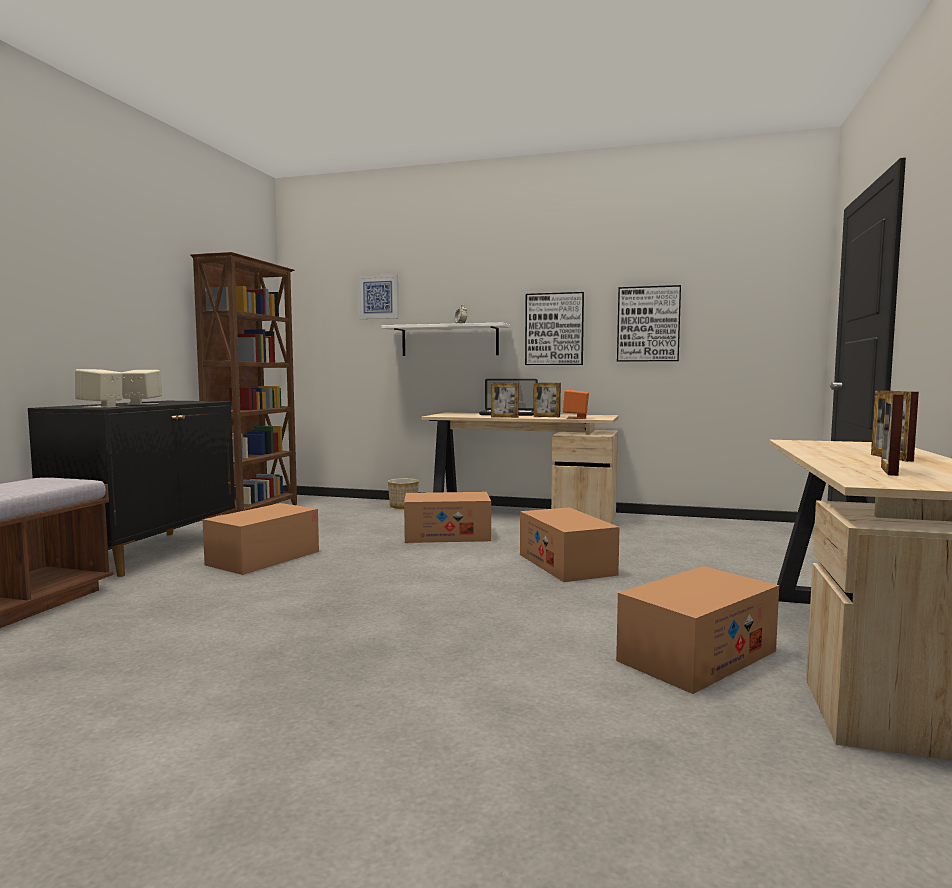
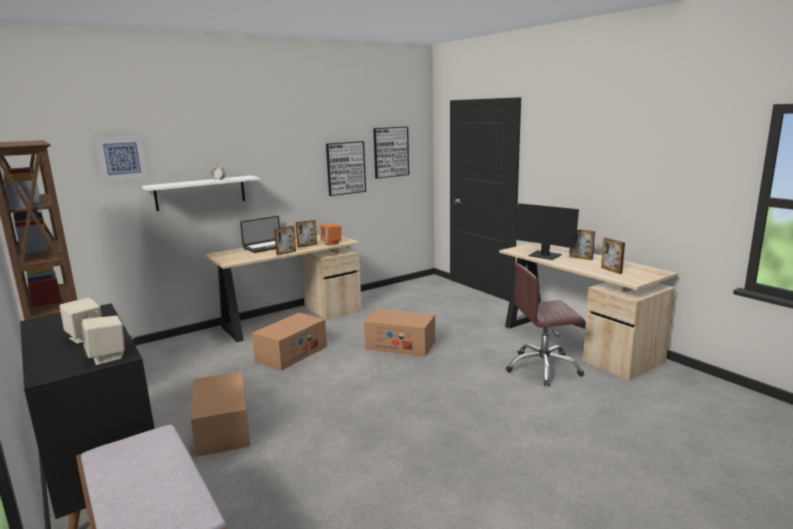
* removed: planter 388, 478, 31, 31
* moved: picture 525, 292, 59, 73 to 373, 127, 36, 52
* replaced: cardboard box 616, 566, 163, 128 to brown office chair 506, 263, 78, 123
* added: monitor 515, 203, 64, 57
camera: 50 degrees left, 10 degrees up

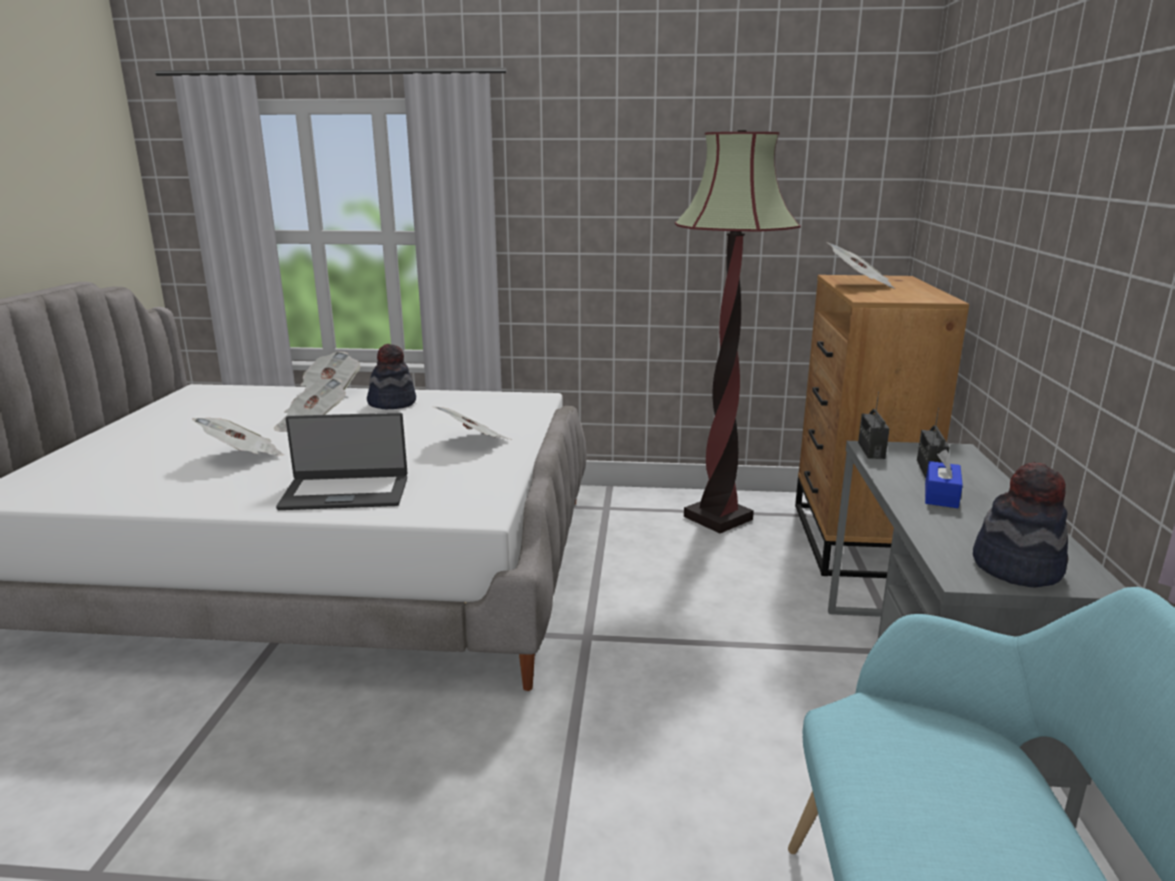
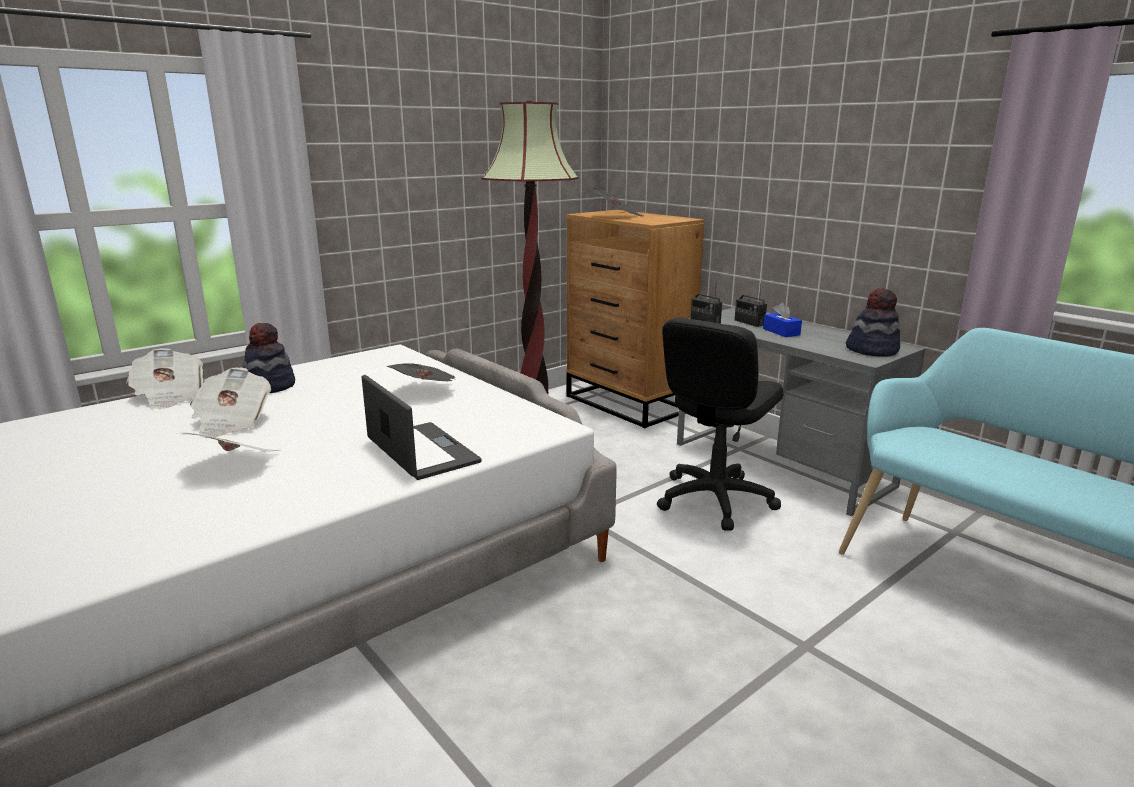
* turned: laptop 276, 413, 131, 97 = 362, 375, 120, 105 75 degrees counterclockwise
* added: black office chair 657, 318, 127, 212
camera: 45 degrees left, 0 degrees up

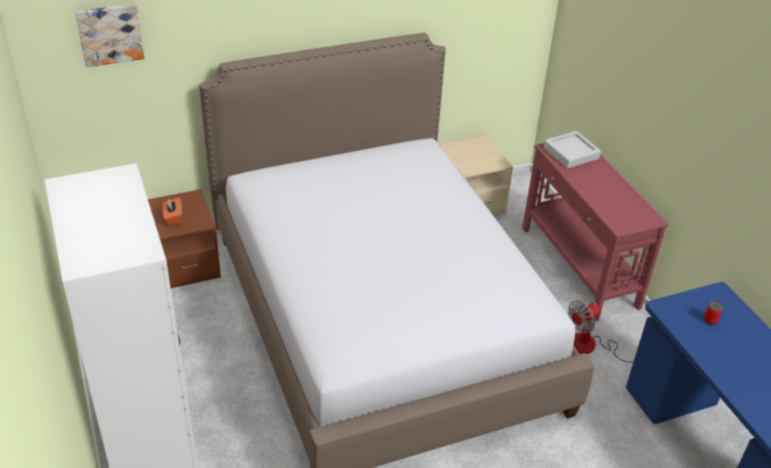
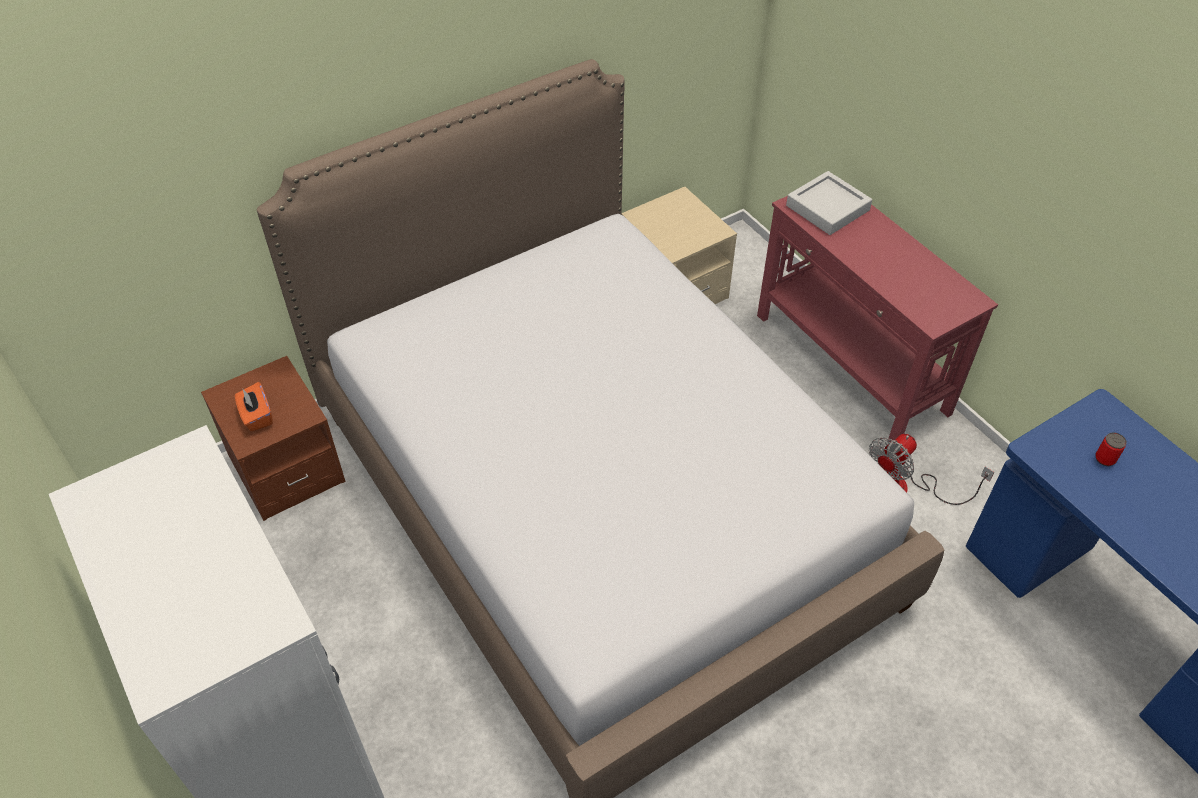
* removed: picture 75, 4, 69, 63
camera: 10 degrees left, 10 degrees up

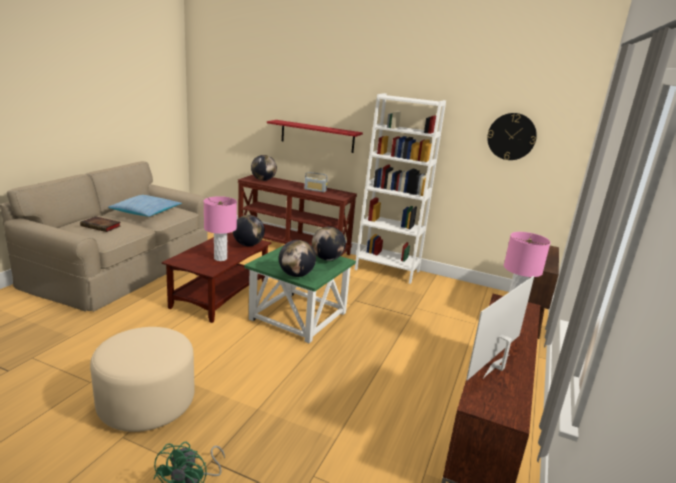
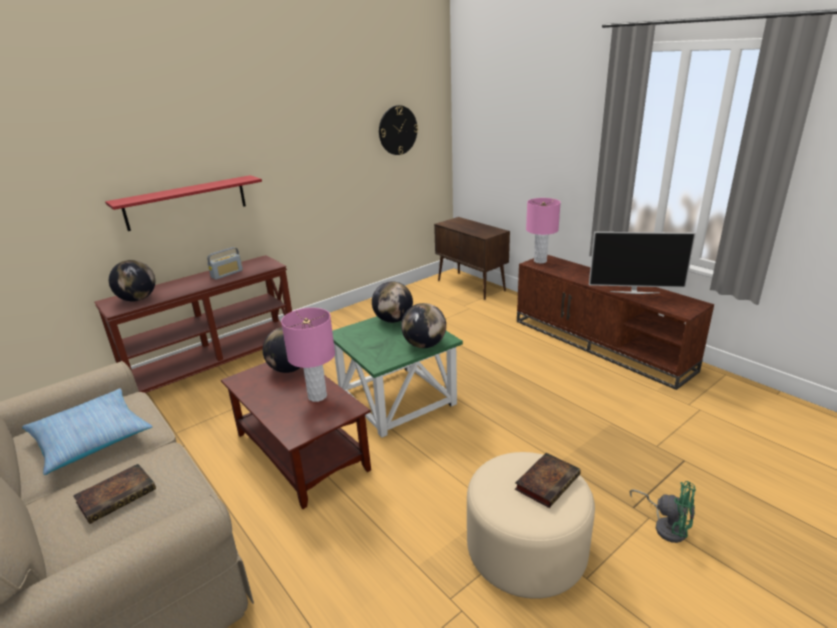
* removed: white bookcase 355, 93, 91, 191
* turned: television 466, 276, 68, 104 = 589, 232, 107, 62 60 degrees counterclockwise
* added: book 515, 453, 66, 55
camera: 60 degrees left, 5 degrees up

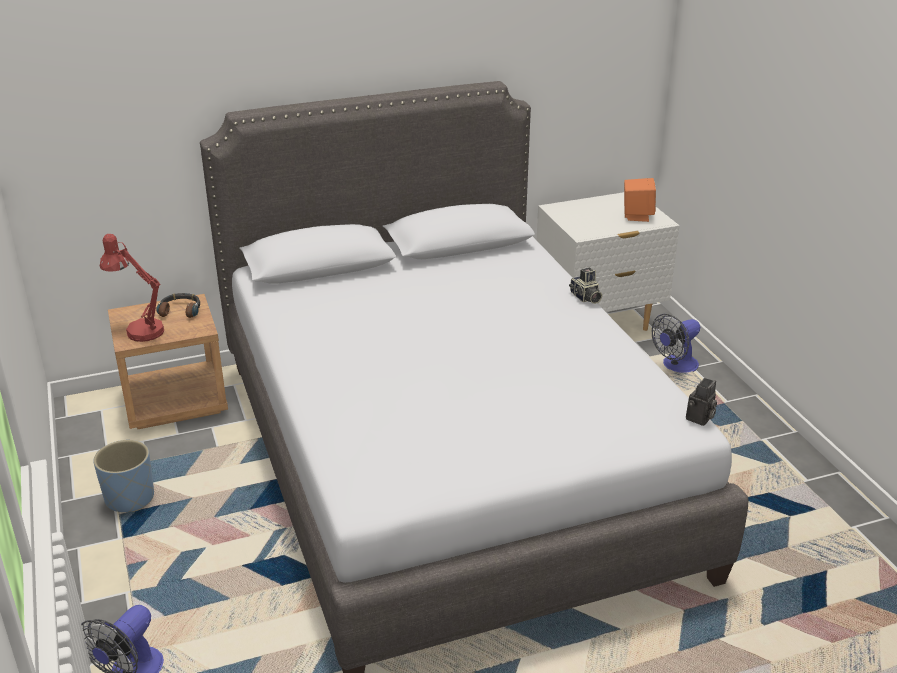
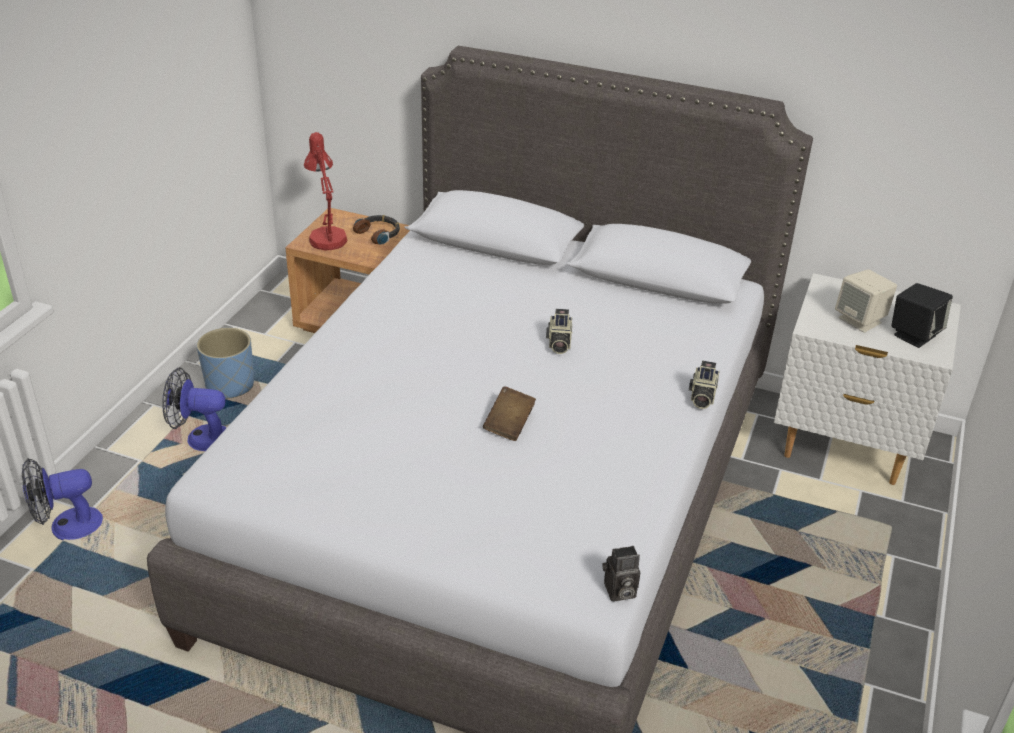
* recoloured: orange speaker 624, 178, 32, 44 to black speaker 892, 283, 61, 65
* moved: fan 652, 314, 48, 59 to 162, 367, 65, 84
* added: brown book 483, 386, 53, 55
* added: photo camera 546, 309, 26, 45
* added: beige speaker 835, 269, 62, 64
camera: 40 degrees right, 5 degrees up

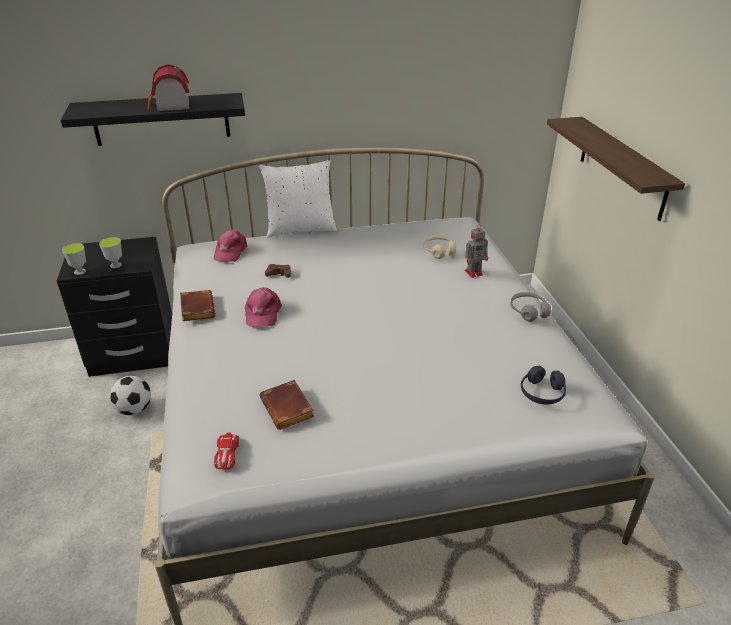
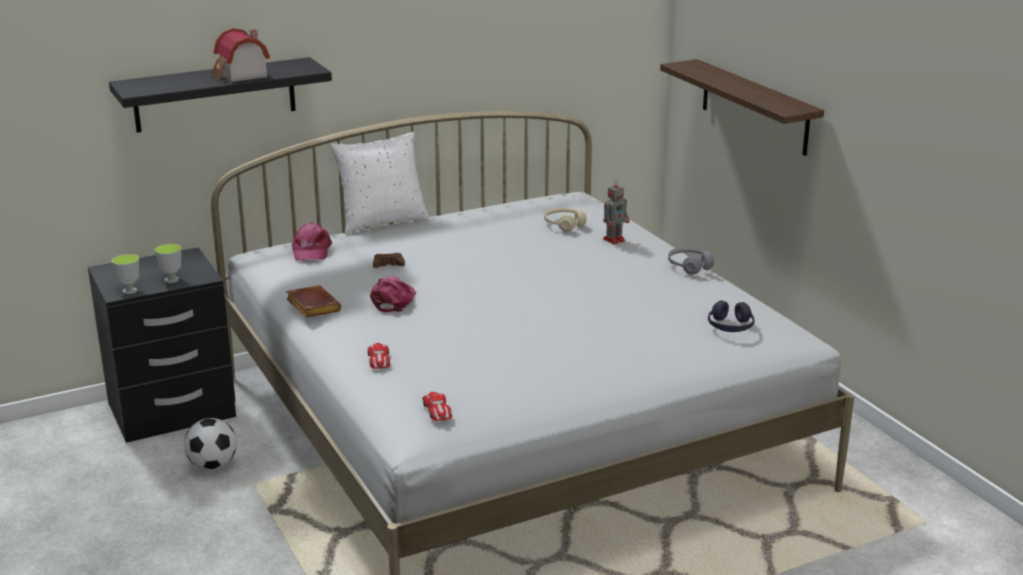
* turned: pink cap 245, 288, 37, 39 = 370, 276, 46, 36 150 degrees counterclockwise
* removed: brown book 260, 380, 54, 50
* added: toy car 367, 343, 23, 26
camera: 15 degrees left, 10 degrees down

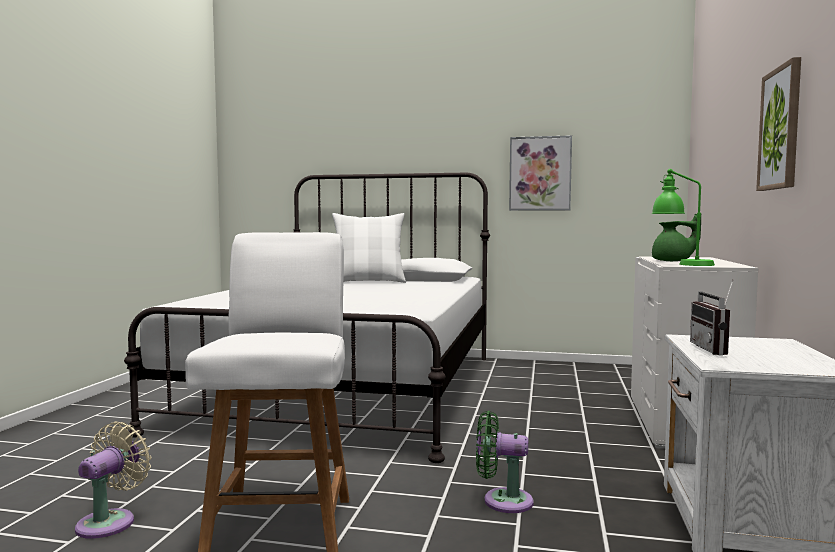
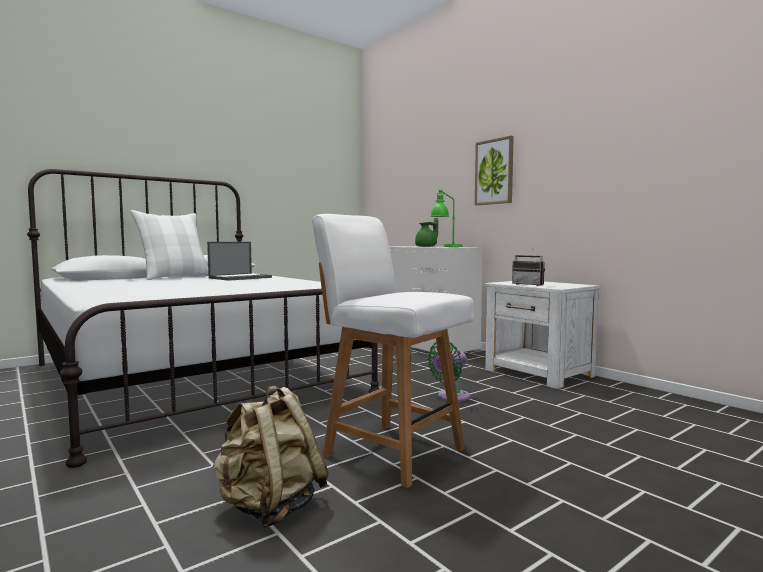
* replaced: beige fan 75, 422, 77, 117 to beige backpack 212, 386, 117, 142
* removed: picture 509, 135, 63, 76
* added: laptop 207, 242, 65, 39
camera: 50 degrees left, 0 degrees up

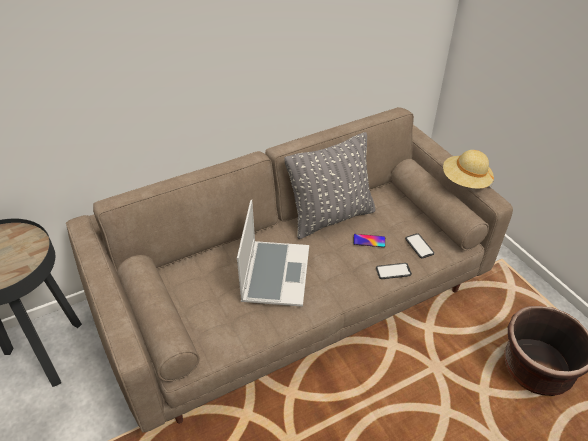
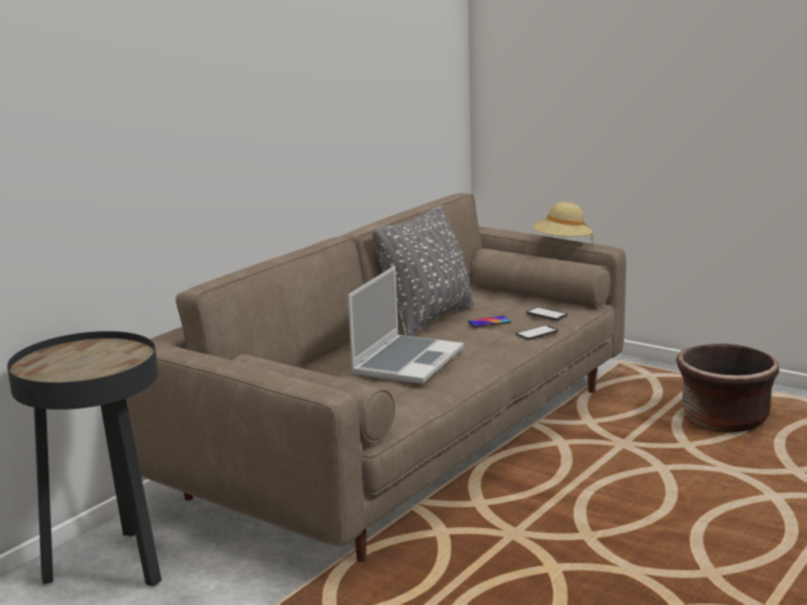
* turned: laptop 237, 199, 72, 108 = 348, 266, 116, 118 45 degrees clockwise
camera: 25 degrees left, 25 degrees down

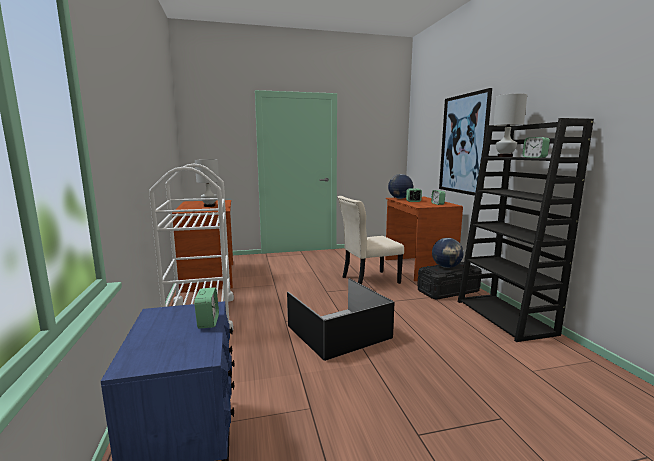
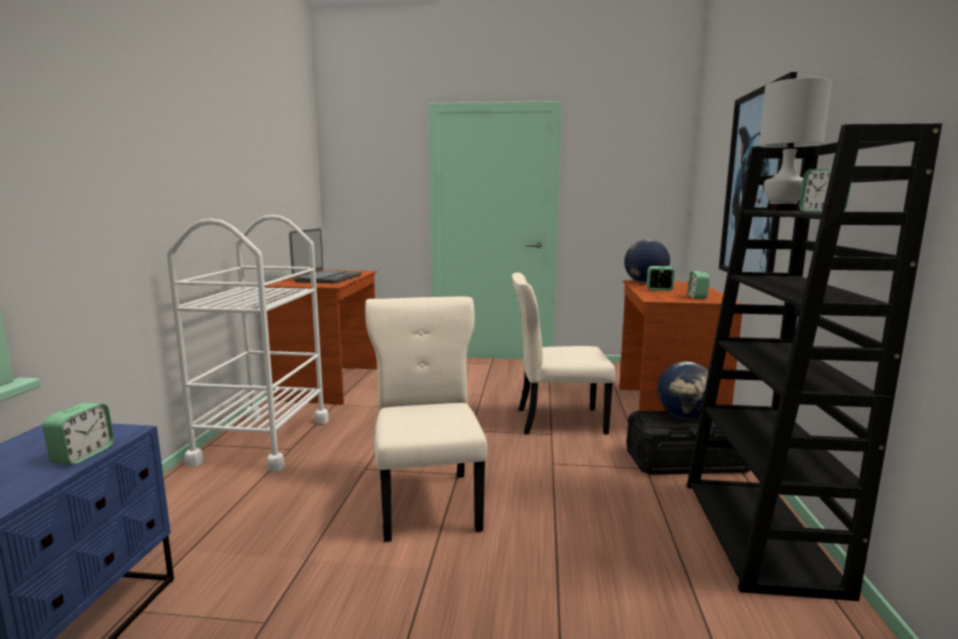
* replaced: white table lamp 195, 159, 24, 48 to laptop 289, 228, 72, 56
* replaced: black storage box 287, 278, 108, 83 to beige chair 365, 297, 122, 245
camera: 20 degrees right, 0 degrees up

